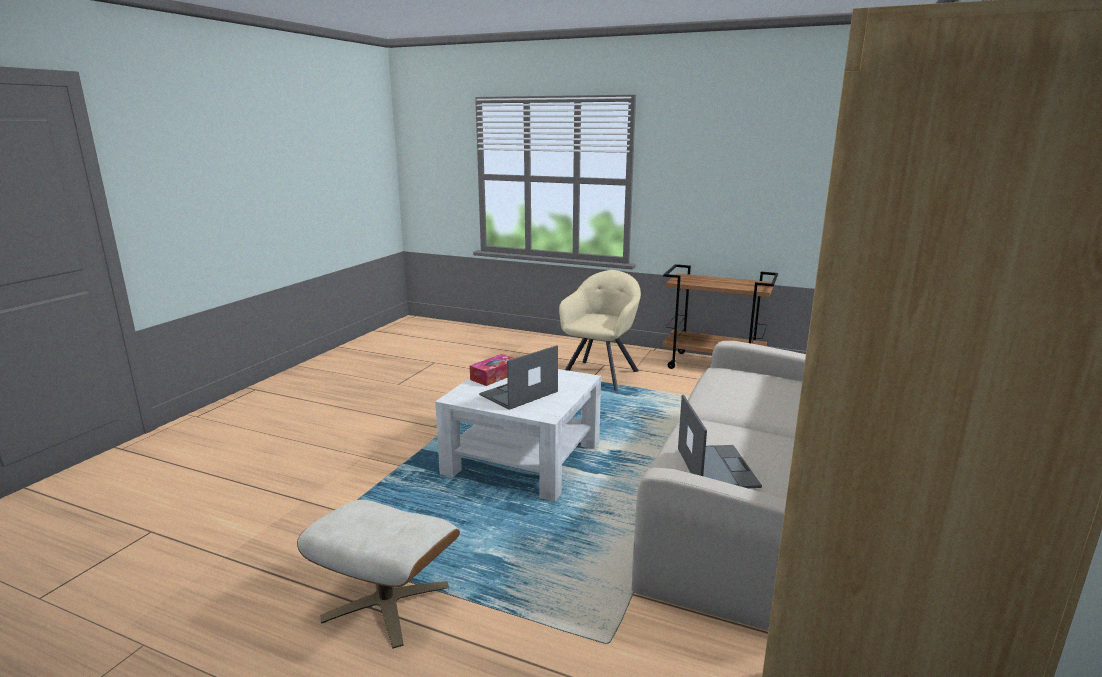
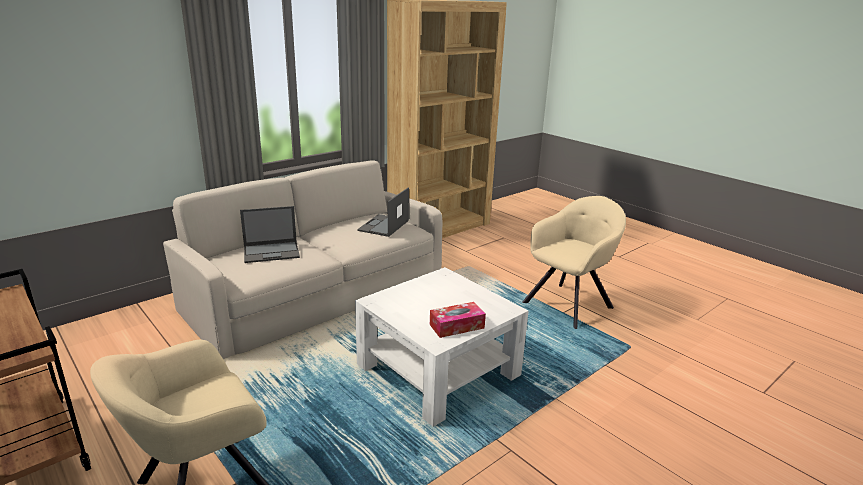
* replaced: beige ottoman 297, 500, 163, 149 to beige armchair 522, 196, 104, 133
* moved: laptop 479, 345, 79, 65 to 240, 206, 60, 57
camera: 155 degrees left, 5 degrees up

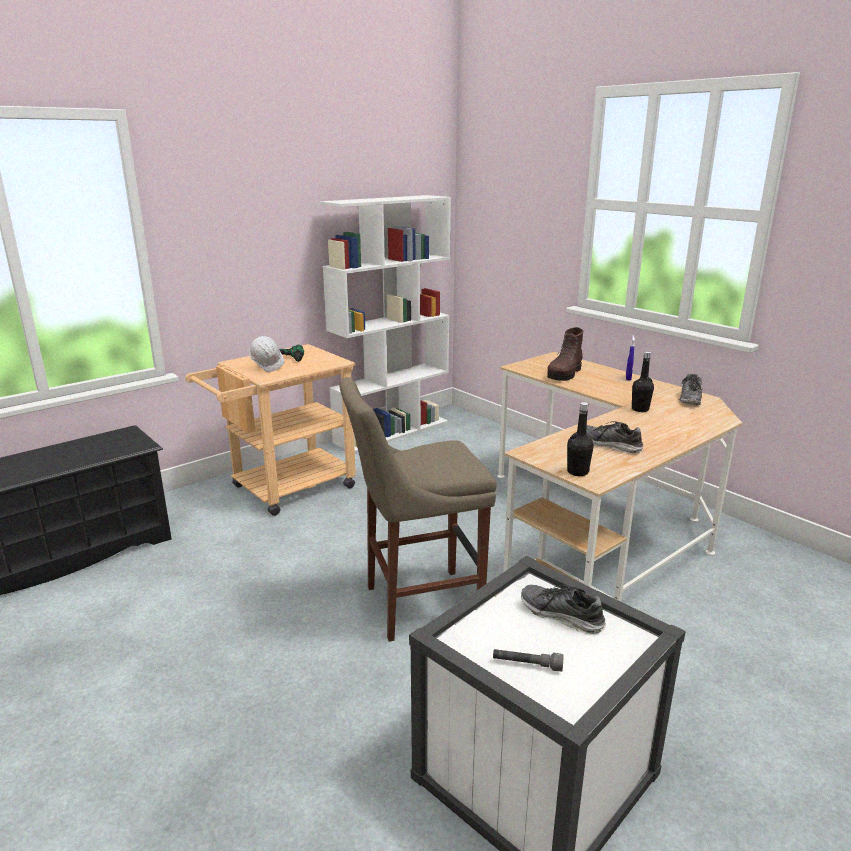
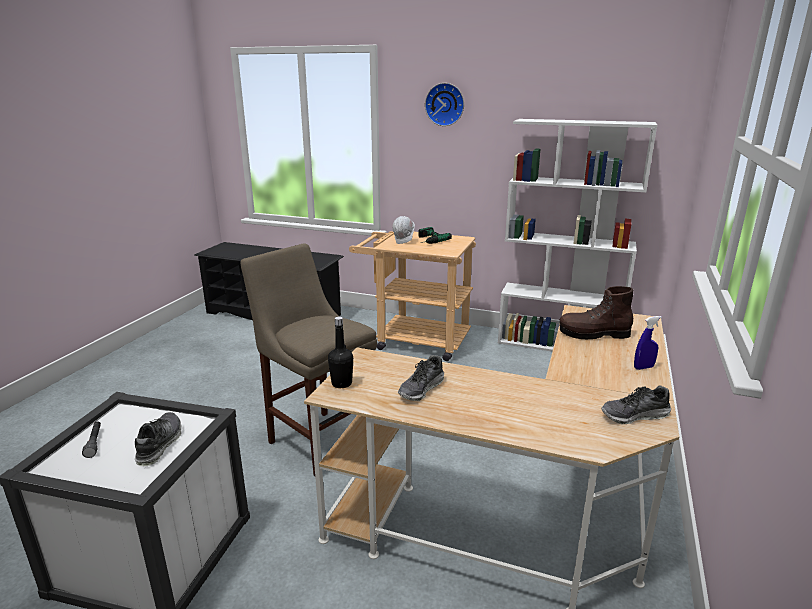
* turned: shoe 586, 421, 58, 33 = 398, 355, 46, 46 150 degrees counterclockwise
* removed: black bottle 632, 351, 22, 61
* added: wall clock 425, 83, 39, 43
camera: 60 degrees right, 0 degrees up

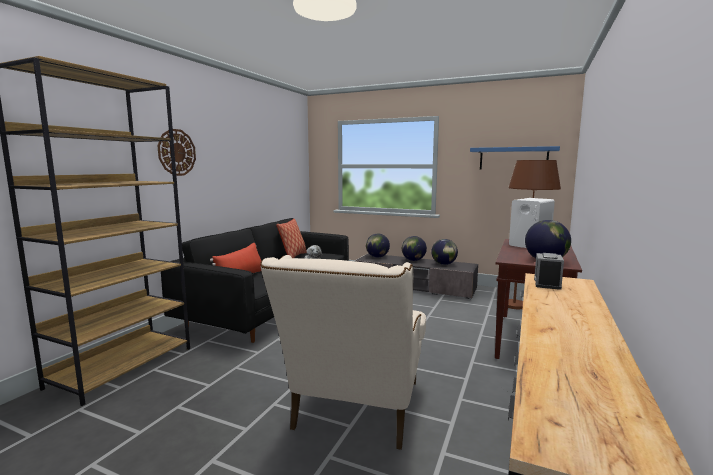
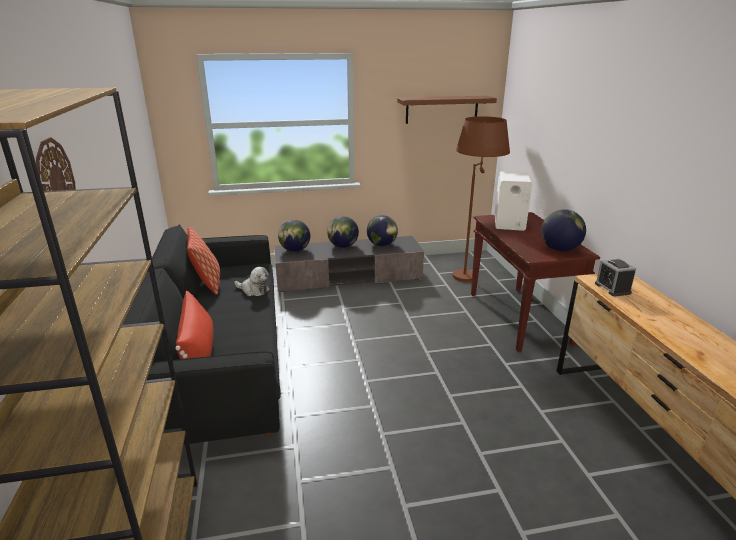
* removed: beige armchair 260, 255, 166, 195
* recoloured: blue shelf 470, 146, 90, 23 to brown shelf 397, 96, 100, 28
camera: 35 degrees left, 15 degrees up

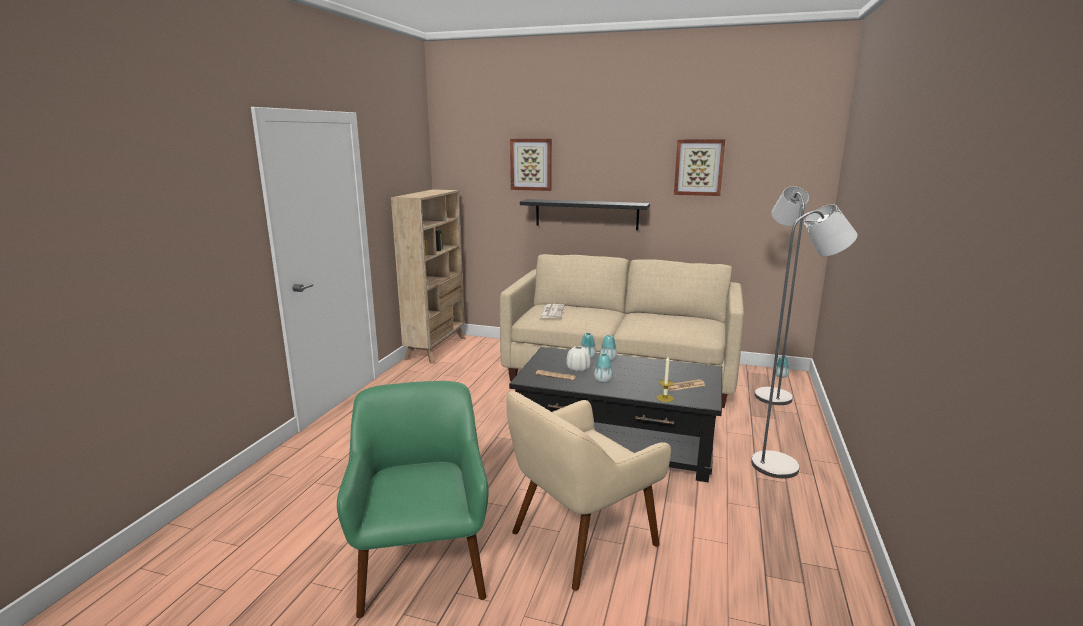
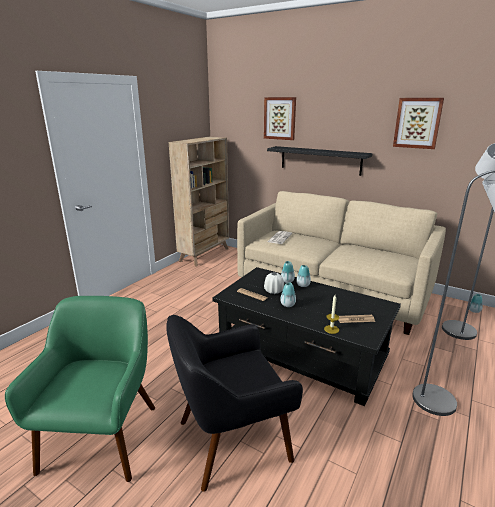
* recoloured: beige armchair 506, 391, 165, 200 to black armchair 166, 315, 137, 177
camera: 15 degrees right, 5 degrees up

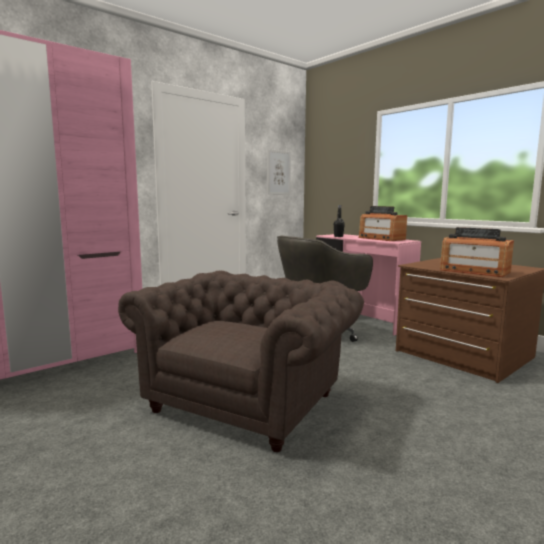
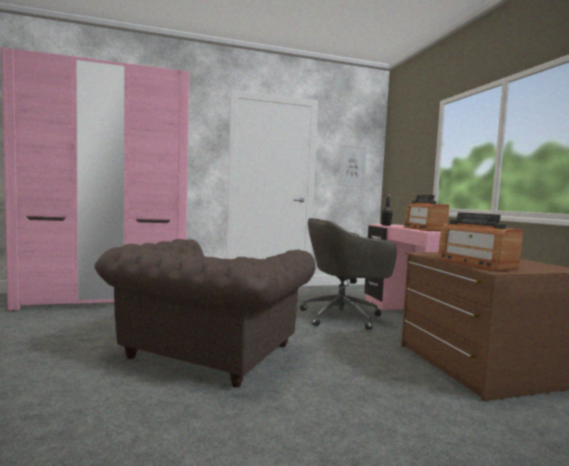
* turned: brown armchair 118, 271, 246, 181 = 94, 239, 221, 149 150 degrees clockwise
camera: 25 degrees right, 5 degrees down

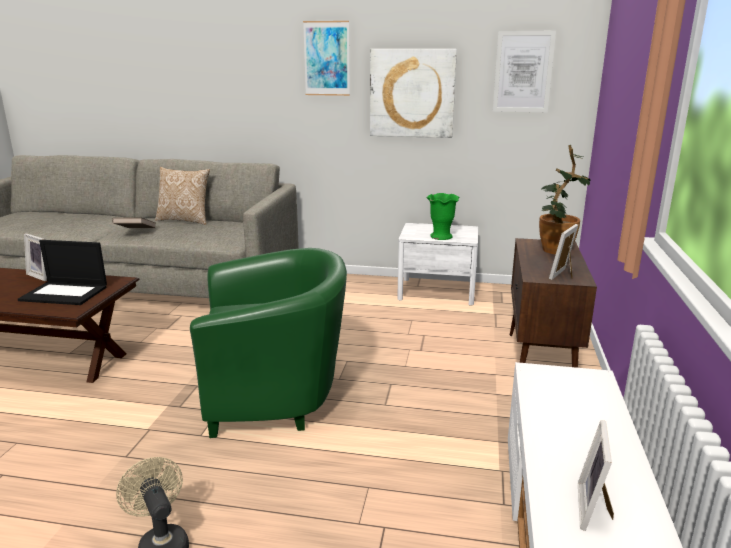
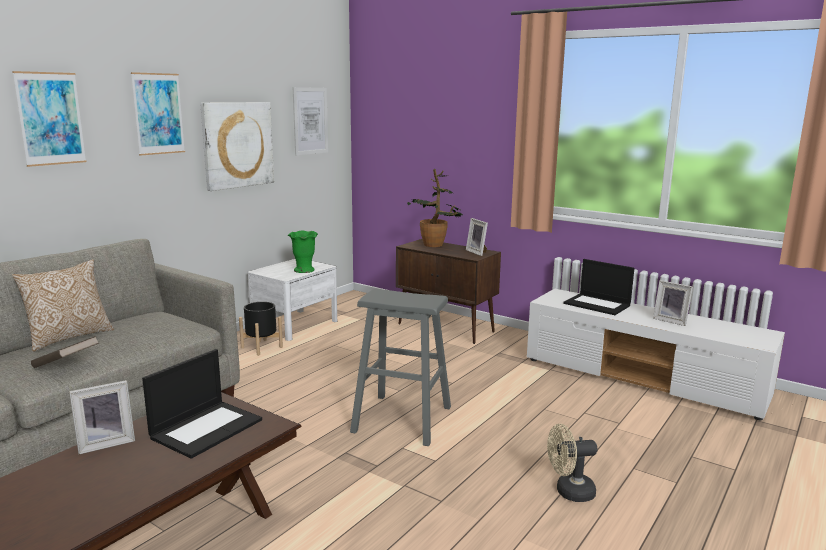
* replaced: green armchair 190, 248, 157, 190 to grey stool 350, 289, 101, 157
* added: picture 12, 71, 74, 96
* added: black planter 239, 302, 44, 54
* added: laptop 563, 259, 71, 56
camera: 65 degrees left, 5 degrees down

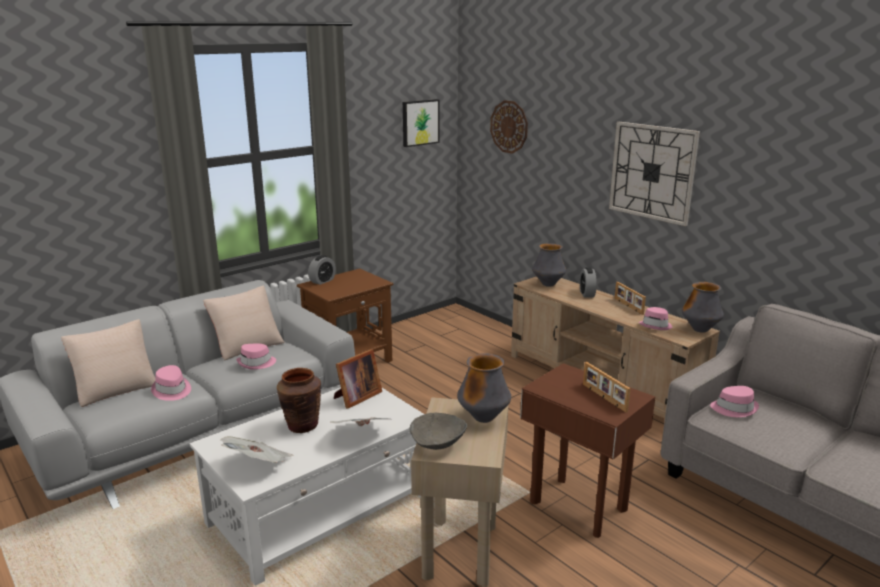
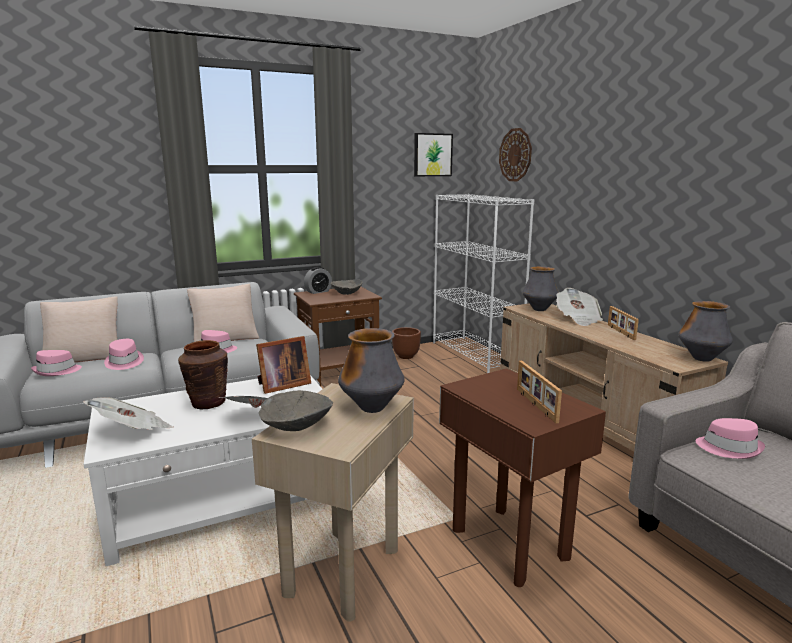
* replaced: alarm clock 580, 267, 17, 30 to newspaper 556, 288, 47, 38
* removed: wall clock 609, 122, 91, 104
* moved: pink hat 639, 307, 34, 23 to 31, 350, 51, 26
* added: grey bowl 331, 279, 31, 16
* added: brown planter 392, 327, 29, 32
* added: white bookcase 433, 194, 101, 179
camera: 15 degrees right, 5 degrees down

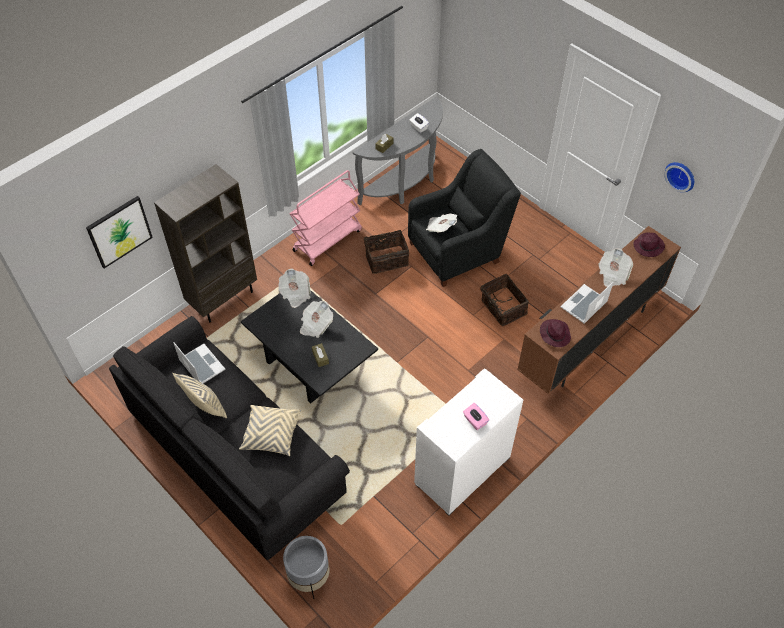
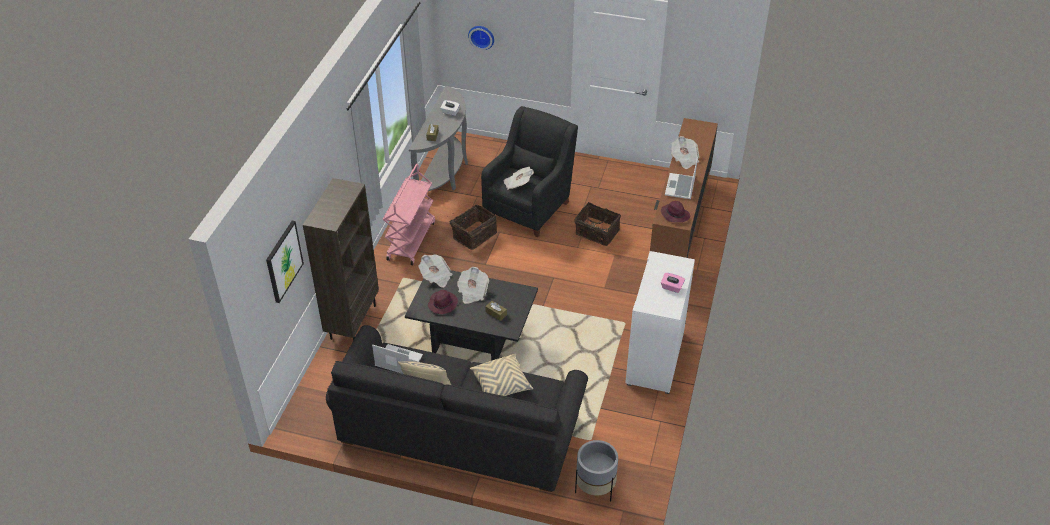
* moved: purple hat 633, 233, 32, 24 to 428, 290, 30, 24
* moved: wall clock 665, 162, 29, 30 to 468, 26, 26, 24
camera: 30 degrees left, 10 degrees down

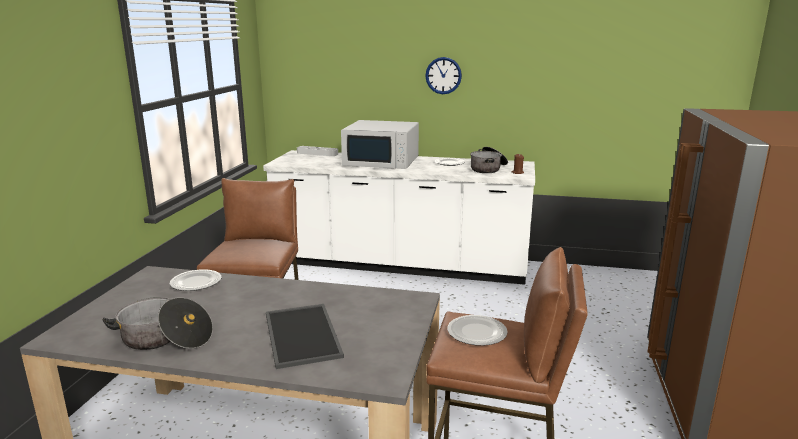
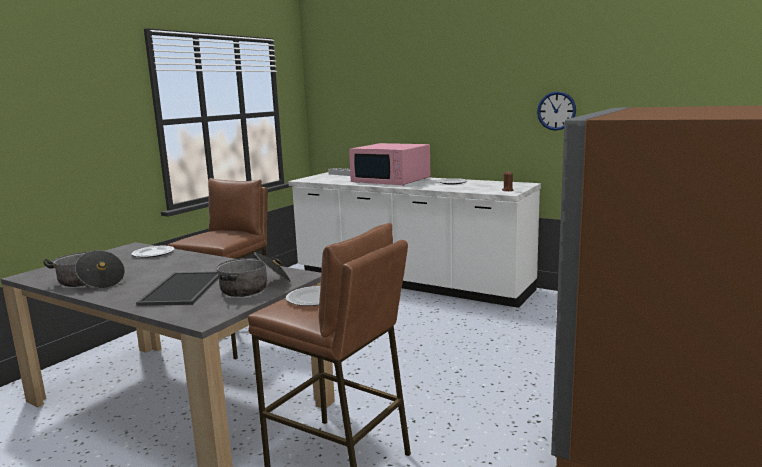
* recoloured: white microwave 341, 120, 78, 49 to pink microwave 349, 143, 81, 42
* moved: wall clock 425, 57, 37, 37 to 537, 91, 39, 40
* moved: cooking pot 470, 147, 38, 26 to 216, 252, 75, 45
camera: 20 degrees right, 5 degrees down

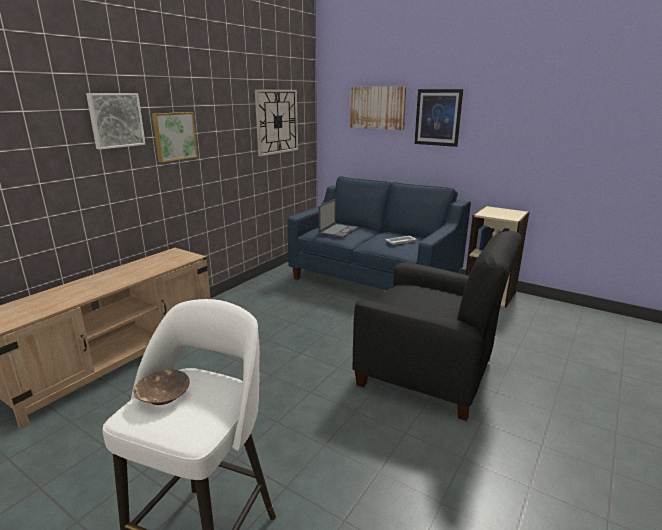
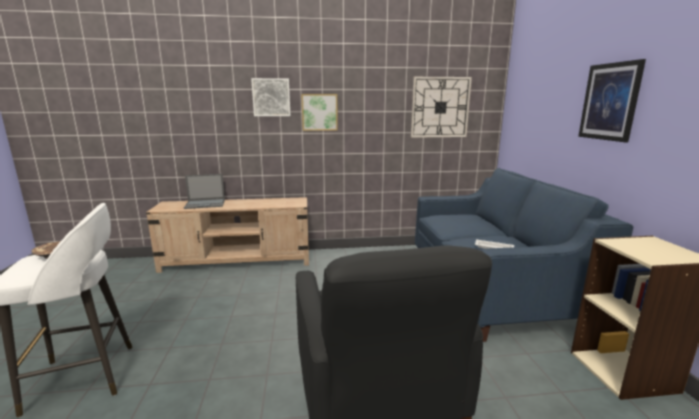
* moved: laptop 319, 199, 39, 39 to 184, 174, 41, 35
* removed: picture 350, 86, 57, 44
camera: 50 degrees right, 5 degrees down

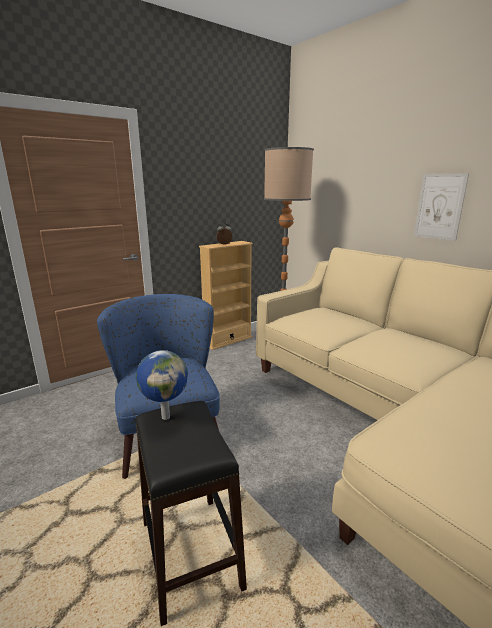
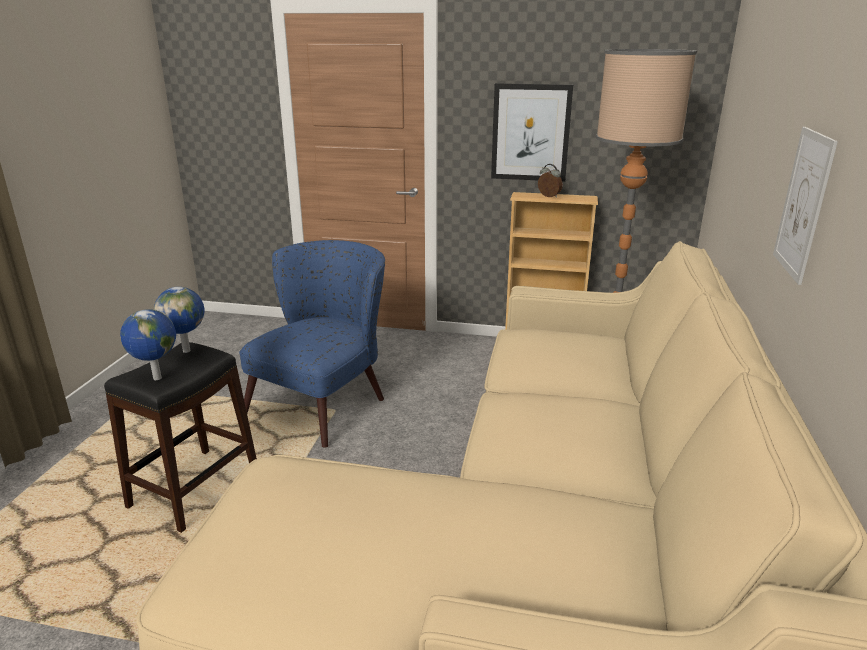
* added: globe 120, 309, 56, 71
* added: picture 491, 83, 82, 99
camera: 50 degrees right, 5 degrees up

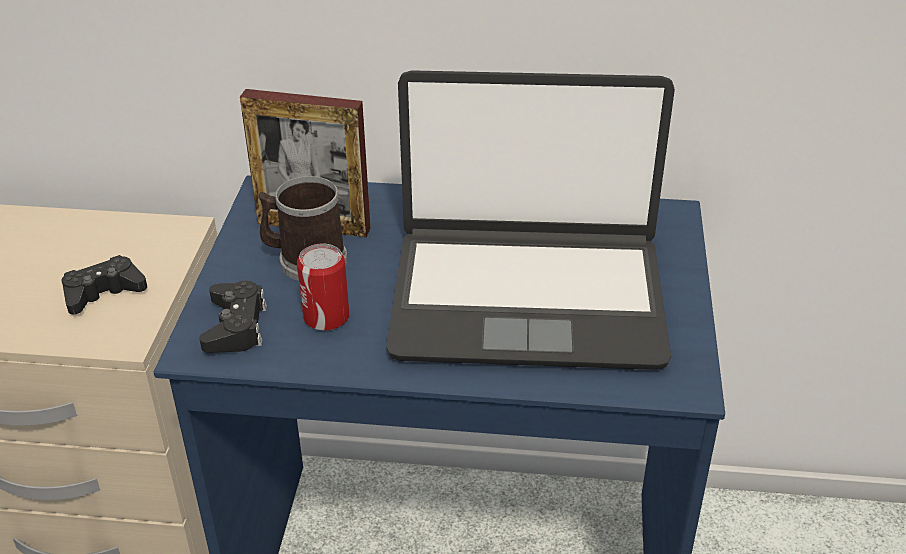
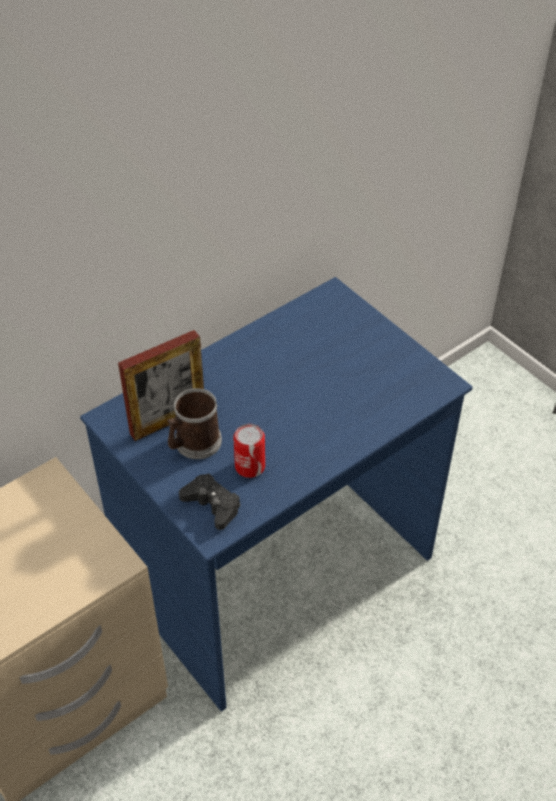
* removed: black game controller 62, 255, 85, 59
* removed: laptop 386, 70, 289, 300
camera: 45 degrees left, 10 degrees up

